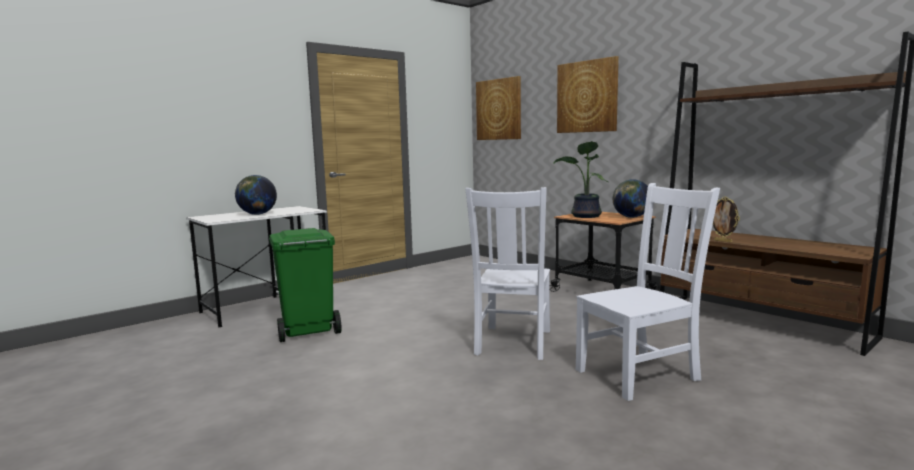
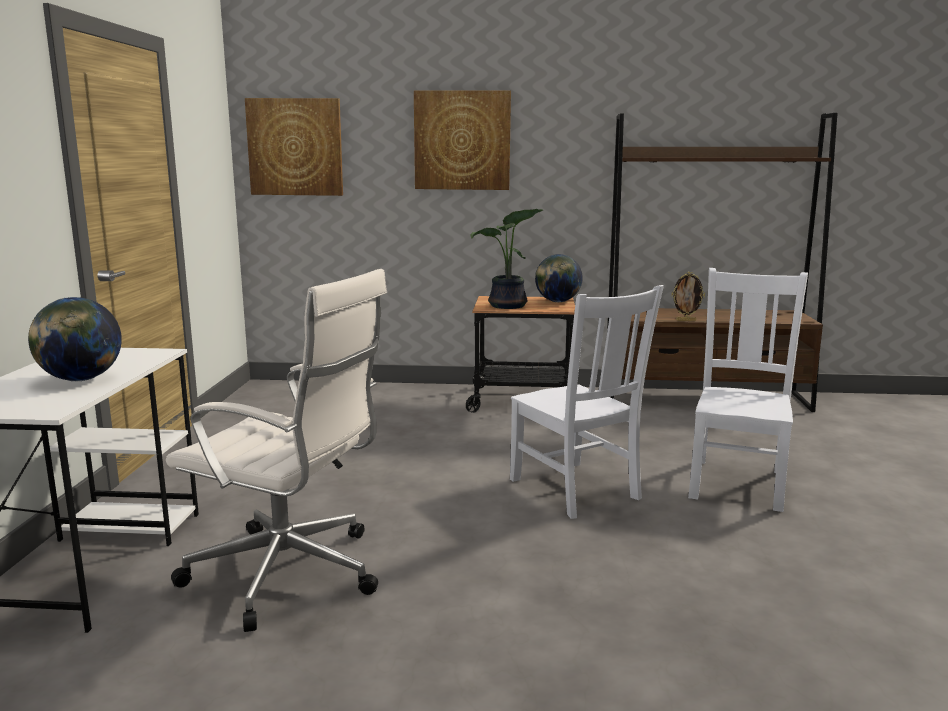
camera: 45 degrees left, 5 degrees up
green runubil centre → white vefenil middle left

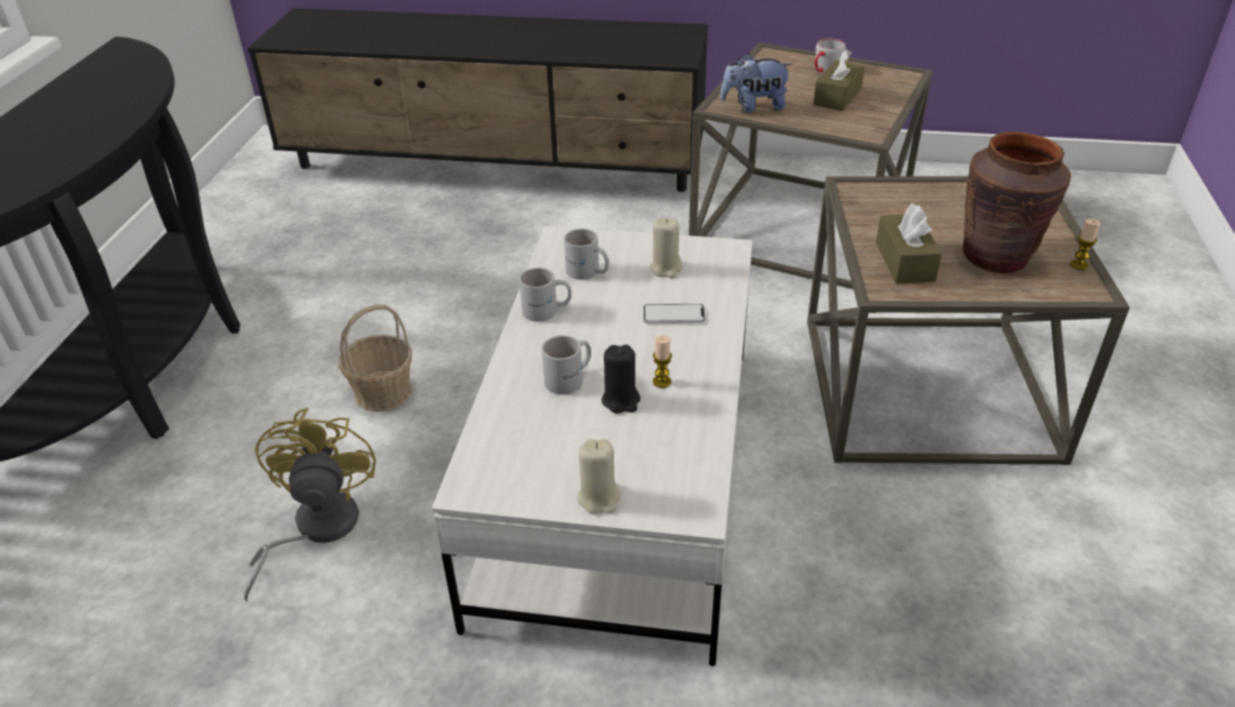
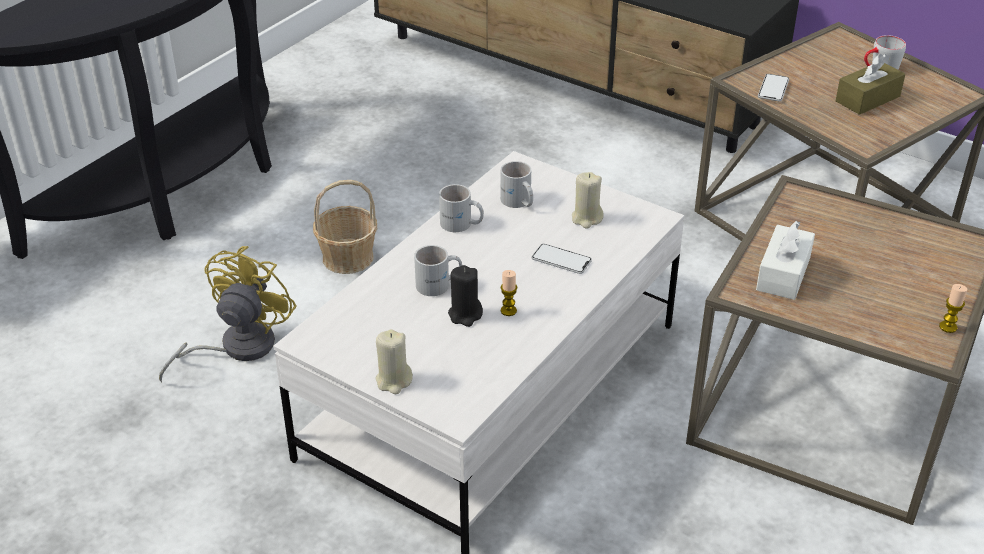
camera: 25 degrees right, 0 degrees up
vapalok top centre → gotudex (no. 2 from left) top right
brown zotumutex top right → -
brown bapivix (no. 2 from left) middle right → white bapivix middle right

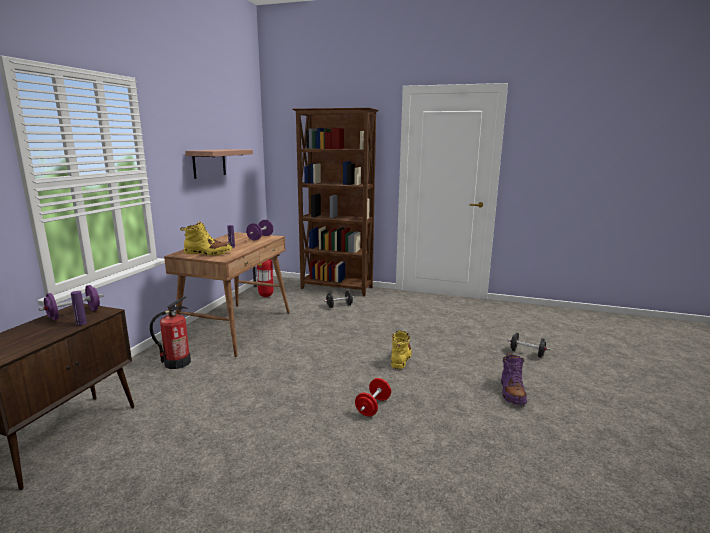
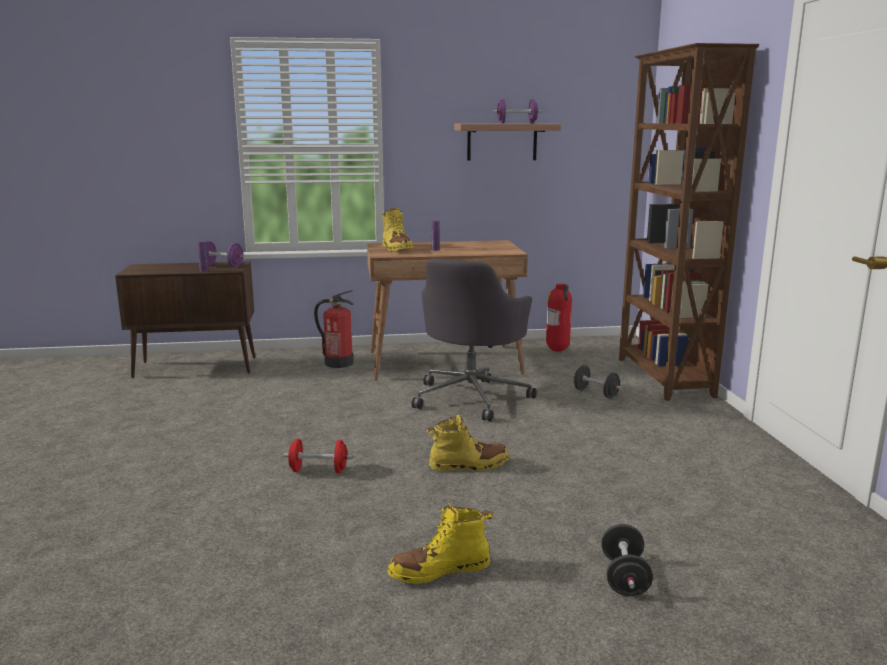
camera: 65 degrees right, 0 degrees up
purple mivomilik (no. 2 from left) centre → purple mivomilik (no. 2 from left) top centre, shifted
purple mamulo bottom right → yellow mamulo (no. 2 from left) bottom centre
- → grey vefenil centre

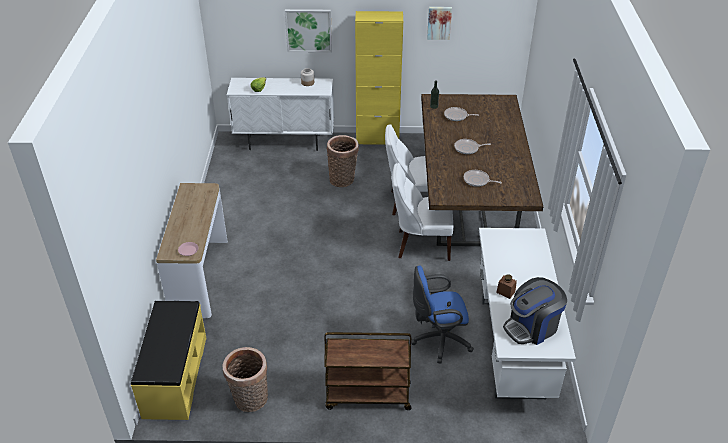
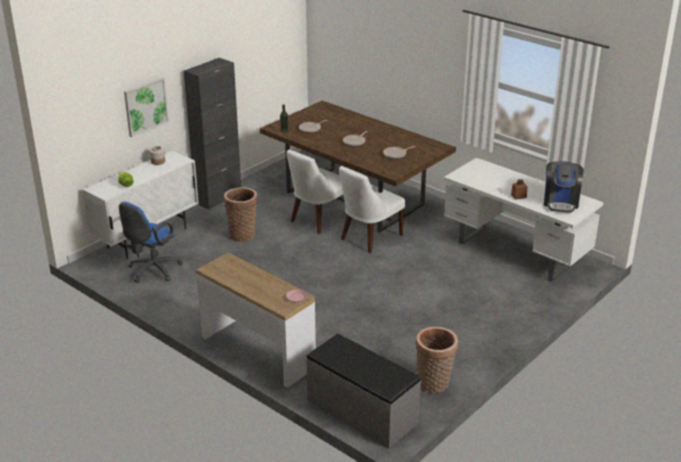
camera: 50 degrees left, 10 degrees down
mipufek (no. 2 from left) top centre → -
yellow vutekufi top centre → black vutekufi top left
blue vefenil bottom centre → blue vefenil middle left, shifted
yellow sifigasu bottom left → grey sifigasu bottom centre
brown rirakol bottom centre → -

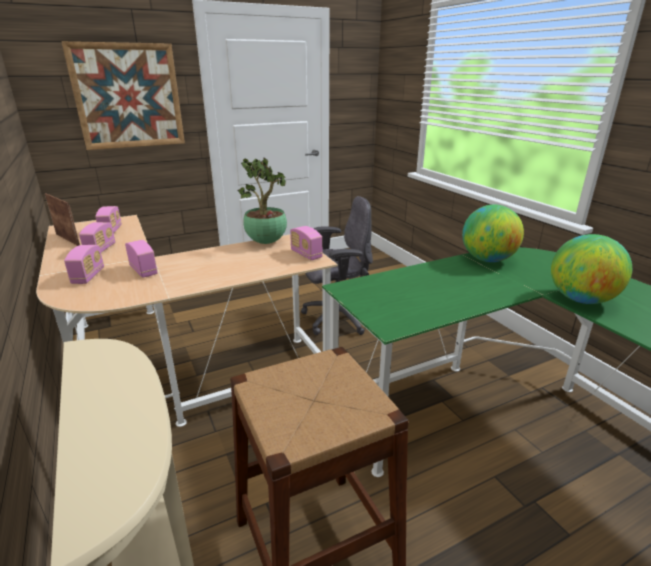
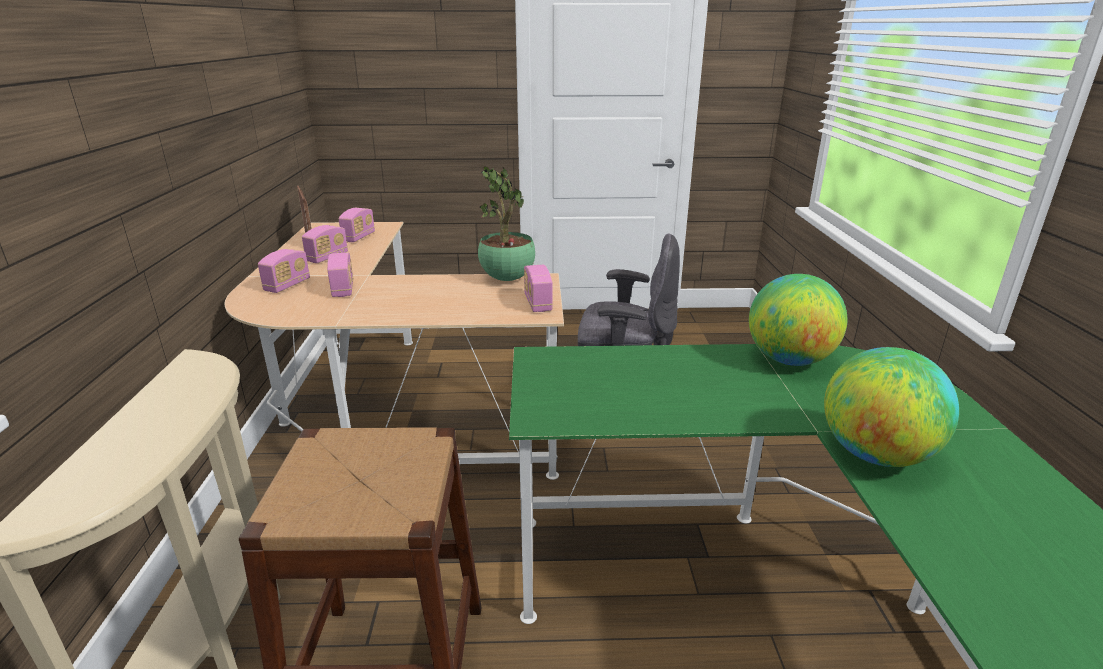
camera: 25 degrees right, 0 degrees up
mipufek top left → -

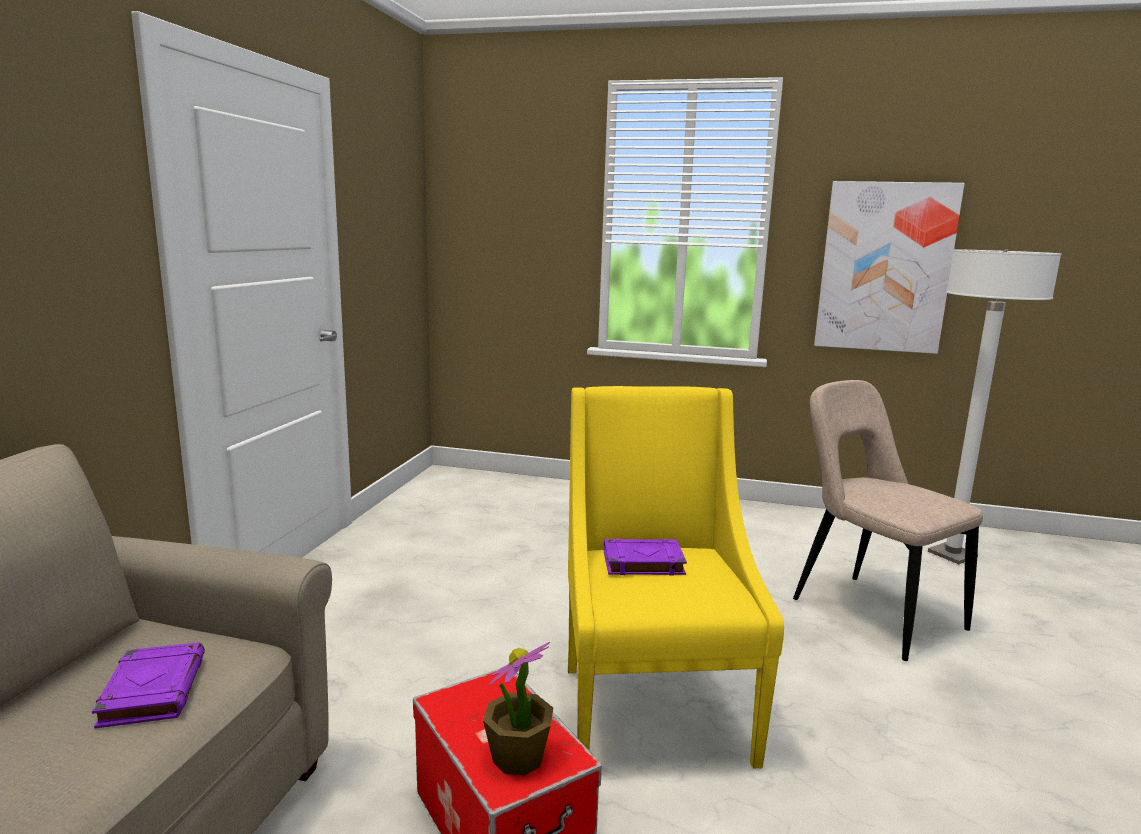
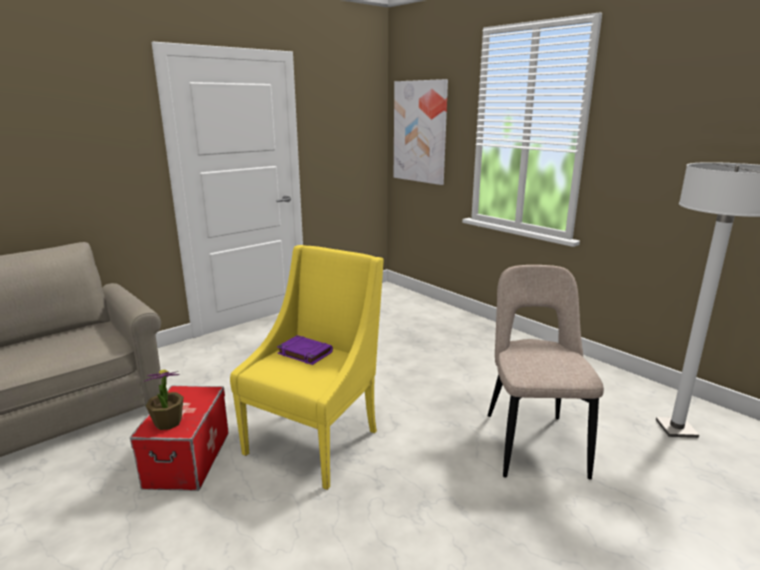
camera: 35 degrees right, 5 degrees up
mipufek top right → mipufek top centre, shifted
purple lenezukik (no. 1 from left) bottom left → -

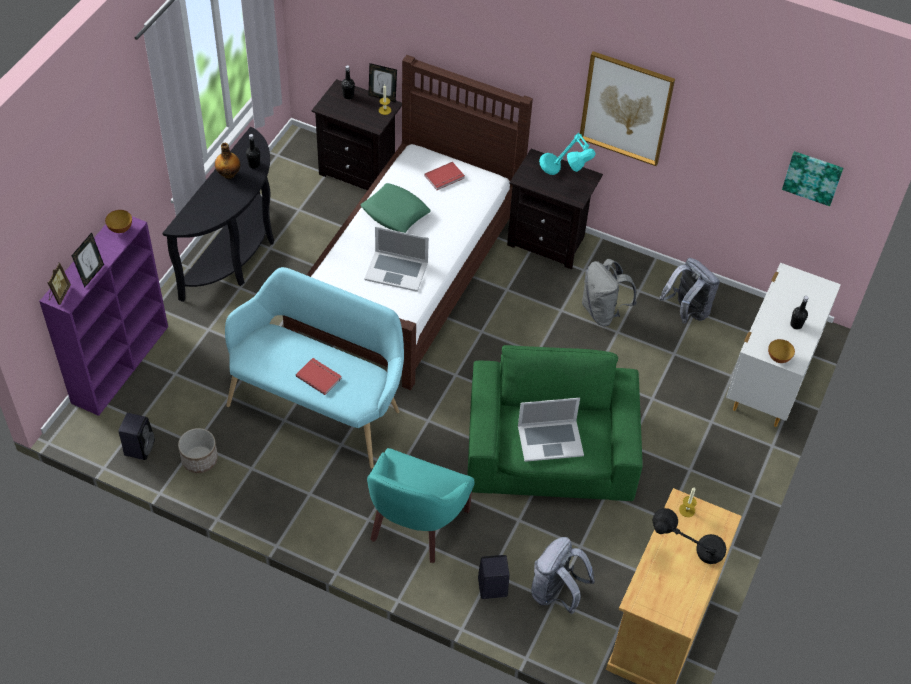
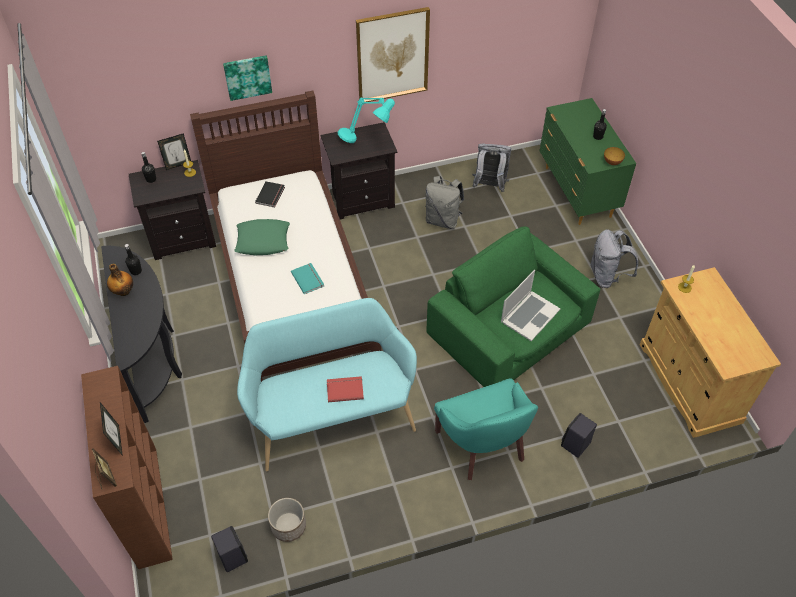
camera: 40 degrees left, 0 degrees up
mipufek (no. 2 from left in the first image) top right → mipufek (no. 1 from left) top left, shifted
red lenezukik (no. 2 from left) top centre → black lenezukik top centre
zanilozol (no. 1 from left) top left → -
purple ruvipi middle left → brown ruvipi bottom left
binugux (no. 1 from left) centre → turquoise lenezukik centre
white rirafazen middle right → green rirafazen top right
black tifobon bottom right → -
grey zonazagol (no. 1 from left in the first image) bottom centre → grey zonazagol (no. 3 from left) middle right, shifted

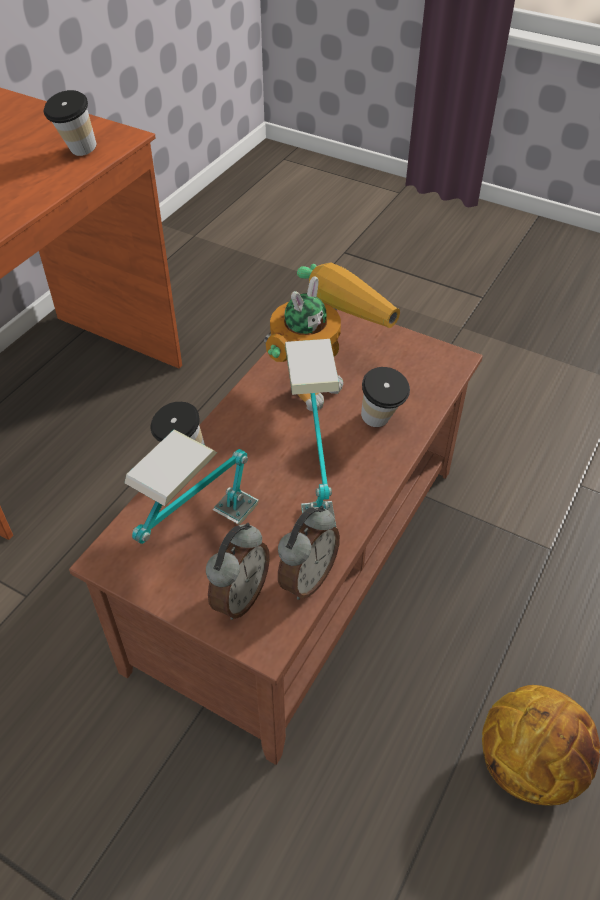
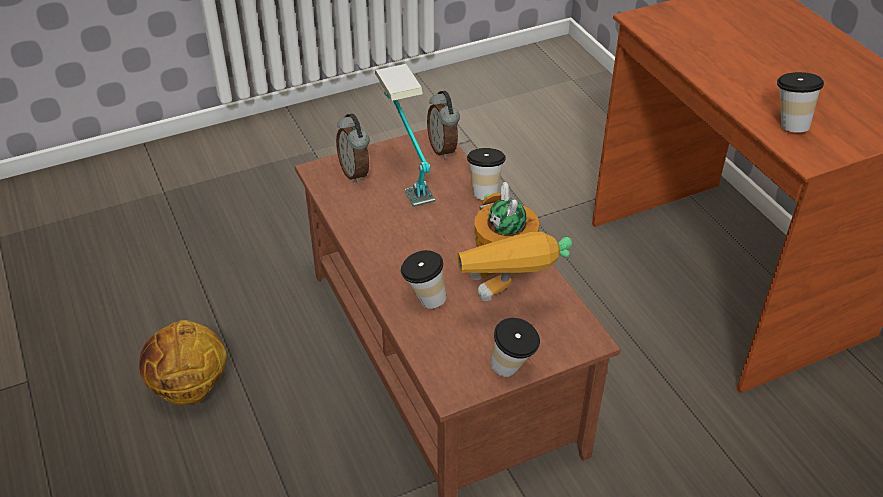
camera: 125 degrees right, 5 degrees down
tifobon (no. 2 from left) centre → -
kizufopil (no. 2 from left) centre → kizufopil (no. 2 from left) top centre, shifted
- → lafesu (no. 3 from left) bottom centre

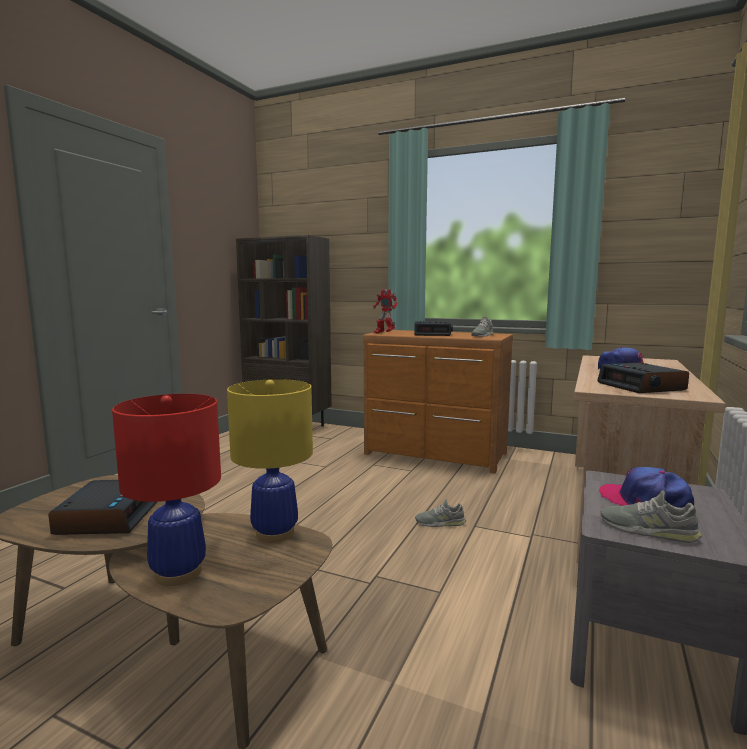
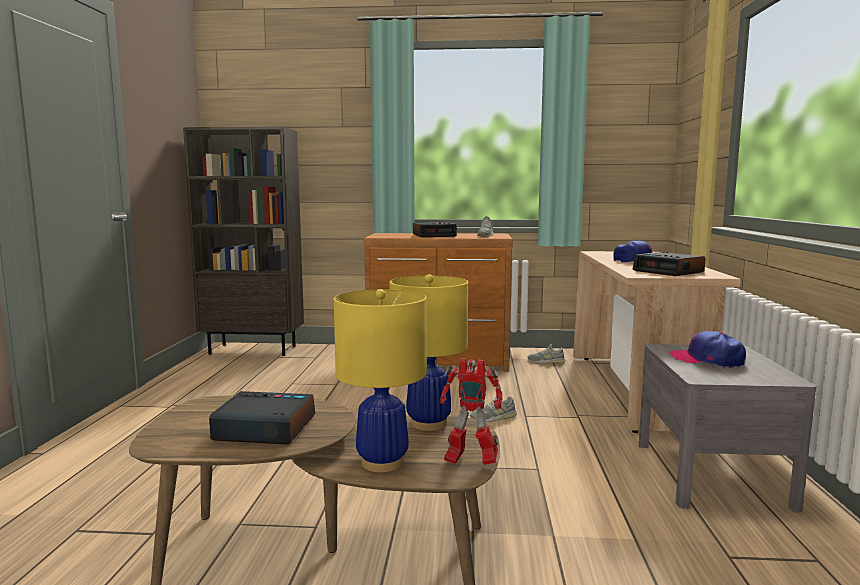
camera: 20 degrees left, 0 degrees up
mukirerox centre → mukirerox bottom centre, shifted
red tifobon middle left → yellow tifobon (no. 1 from left) centre
kizufopil (no. 1 from left) bottom left, 60 degrees counterclockwise
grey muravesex (no. 3 from left) bottom right → grey muravesex (no. 3 from left) centre, shifted

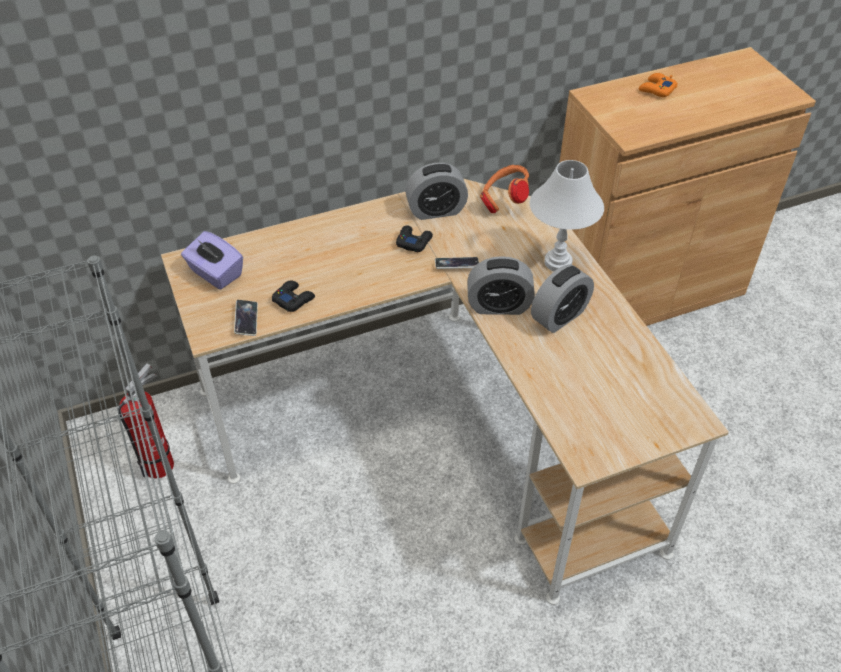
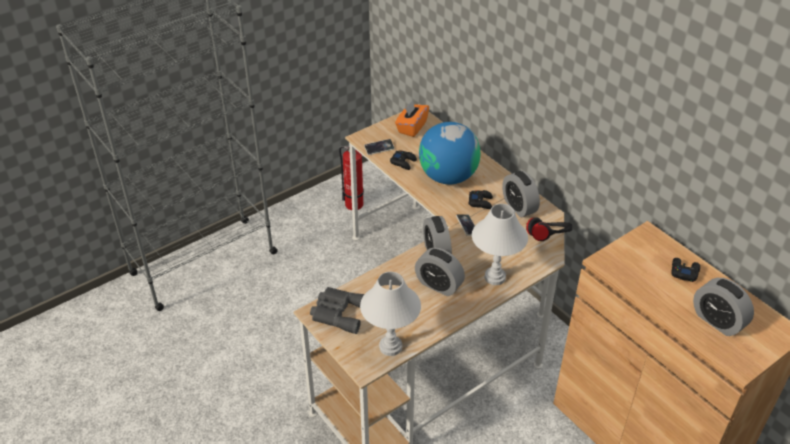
camera: 75 degrees right, 5 degrees down
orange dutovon top right → black dutovon (no. 3 from left) middle right
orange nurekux top centre → black nurekux middle right
purple bapivix middle left → orange bapivix top centre
- → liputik centre
- → white tifobon (no. 1 from left) bottom centre
- → kizufopil (no. 4 from left) bottom right
- → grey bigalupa bottom centre

